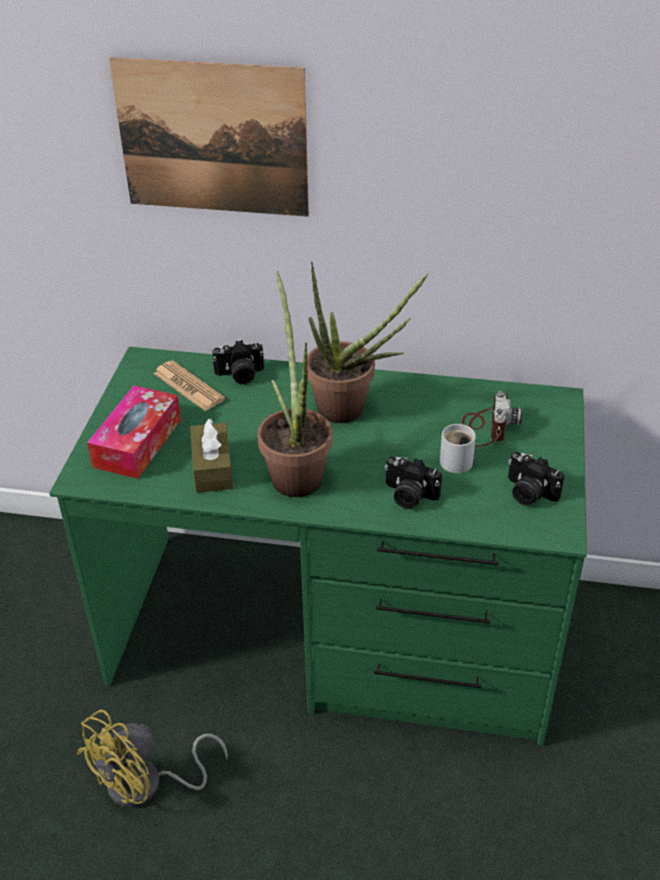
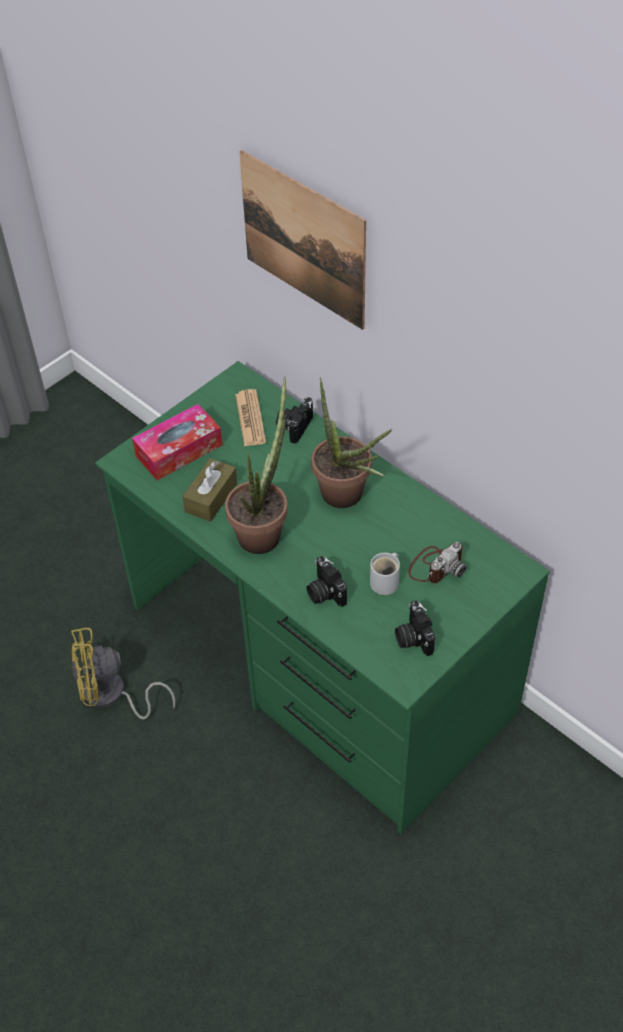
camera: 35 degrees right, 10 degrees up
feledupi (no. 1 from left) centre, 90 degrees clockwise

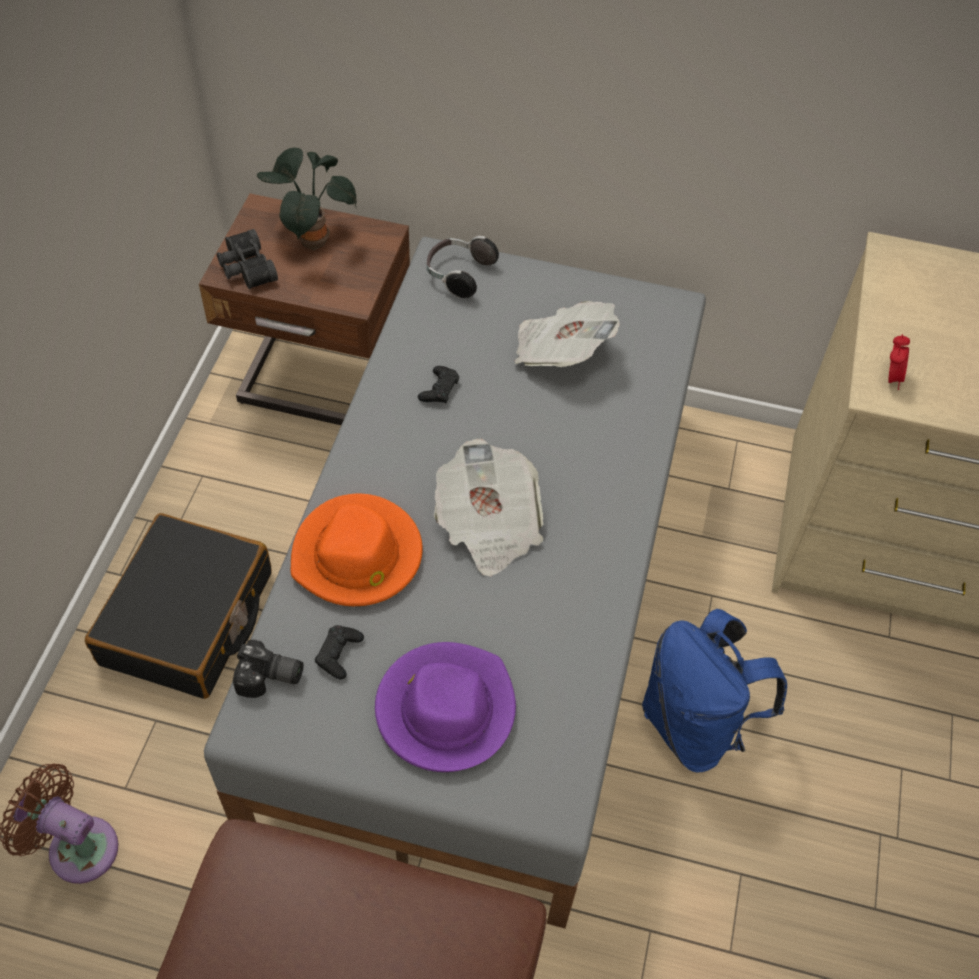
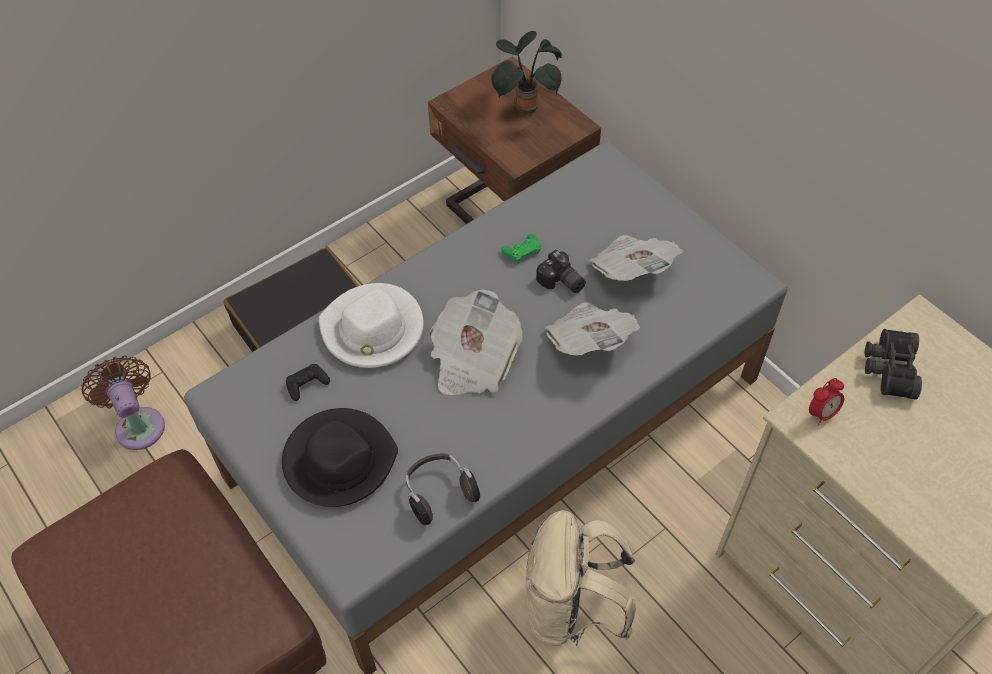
camera: 40 degrees right, 0 degrees up
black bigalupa top left → black bigalupa middle right, shifted
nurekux top centre → nurekux bottom centre, shifted
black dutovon (no. 2 from left) centre → green dutovon centre
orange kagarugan centre → white kagarugan centre
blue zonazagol bottom right → beige zonazagol bottom centre
feledupi bottom left → feledupi centre, shifted
purple kagarugan bottom centre → black kagarugan bottom centre
- → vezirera (no. 2 from left) centre

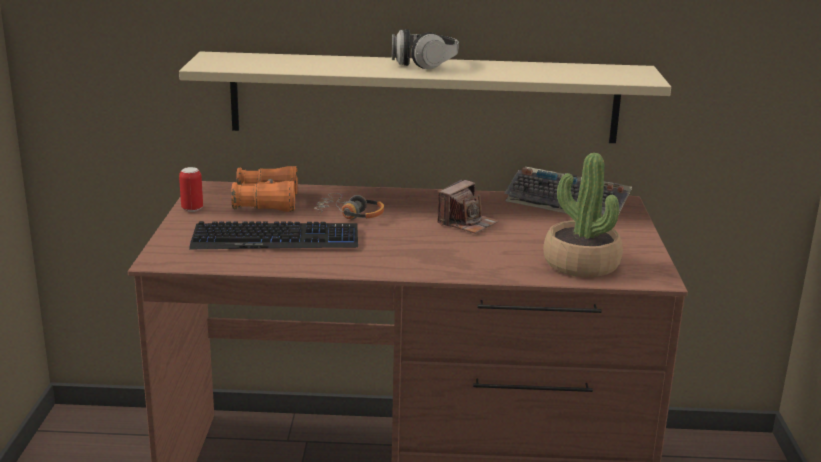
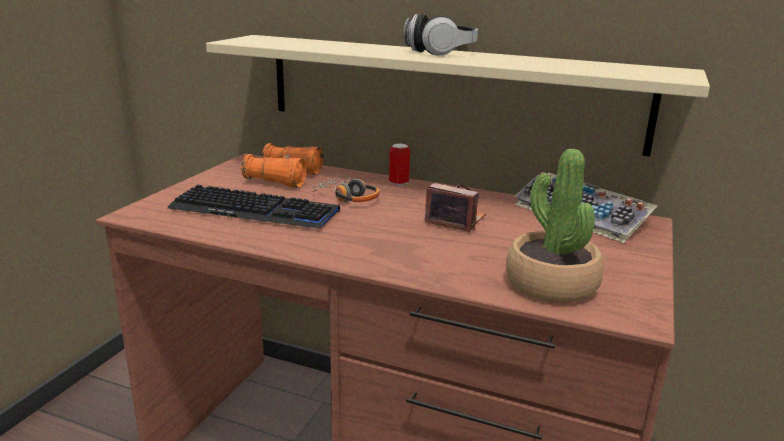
camera: 20 degrees right, 0 degrees up
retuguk middle left → retuguk centre, shifted
feledupi centre, 120 degrees counterclockwise

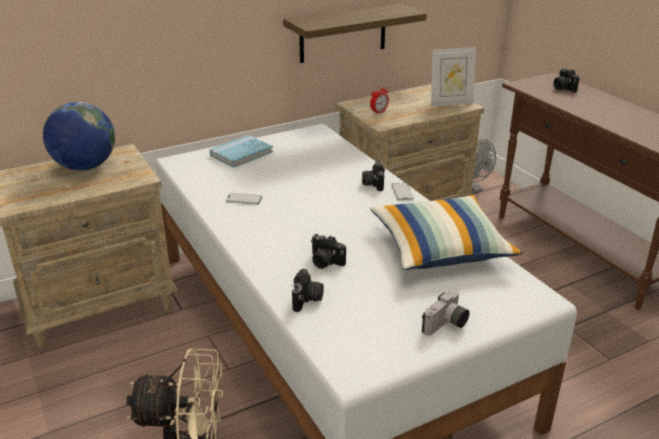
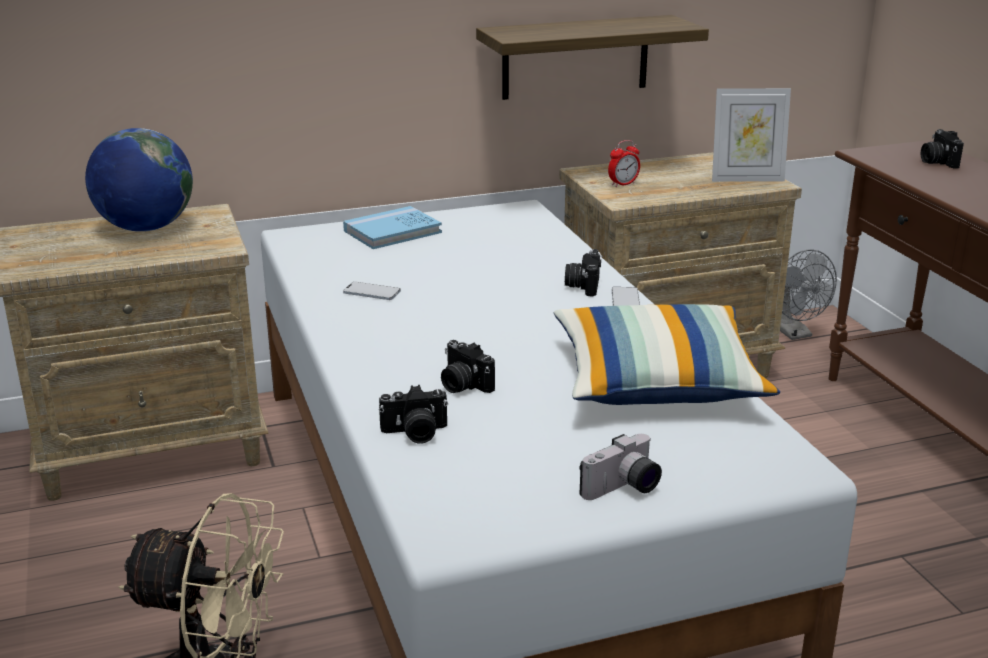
camera: 10 degrees right, 5 degrees down
feledupi (no. 1 from left) centre, 60 degrees clockwise

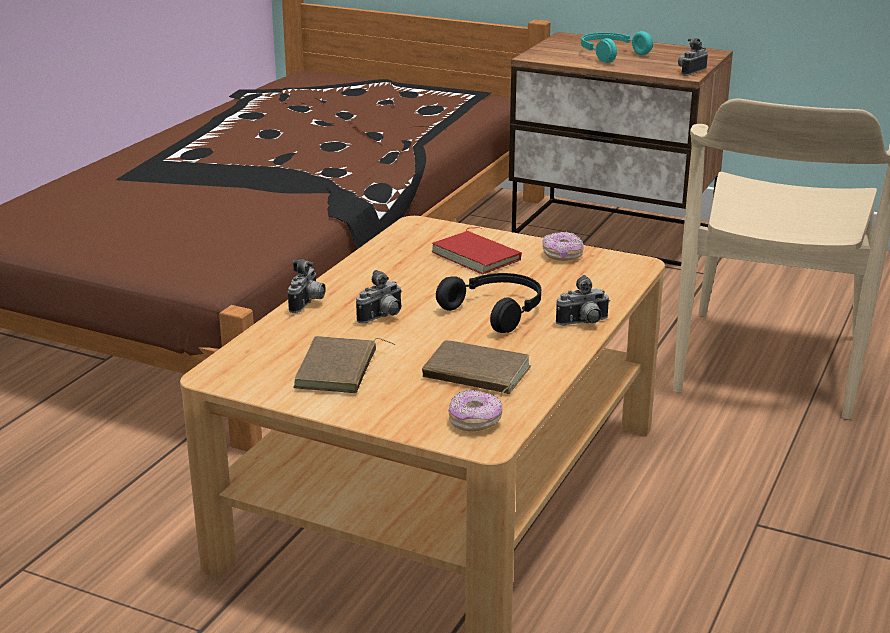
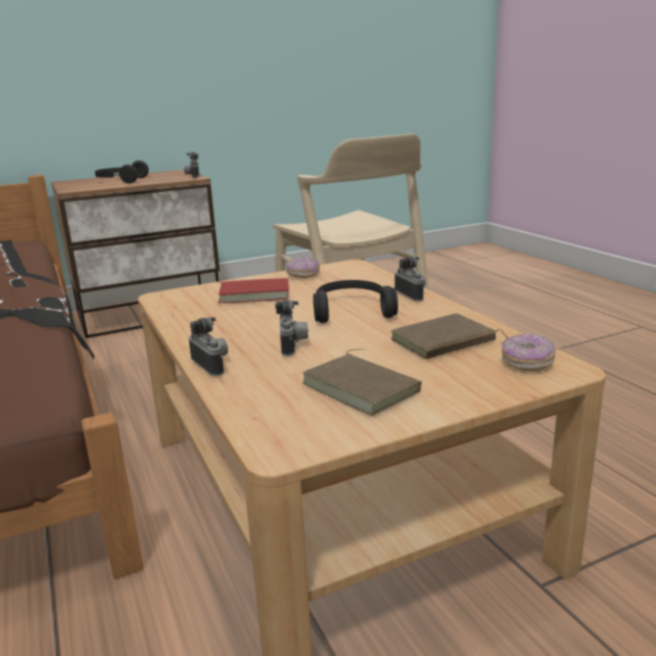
camera: 50 degrees left, 5 degrees down
turquoise nurekux top right → black nurekux (no. 1 from left) top left
feledupi (no. 3 from left in the first image) centre → feledupi (no. 4 from left) centre, 45 degrees counterclockwise

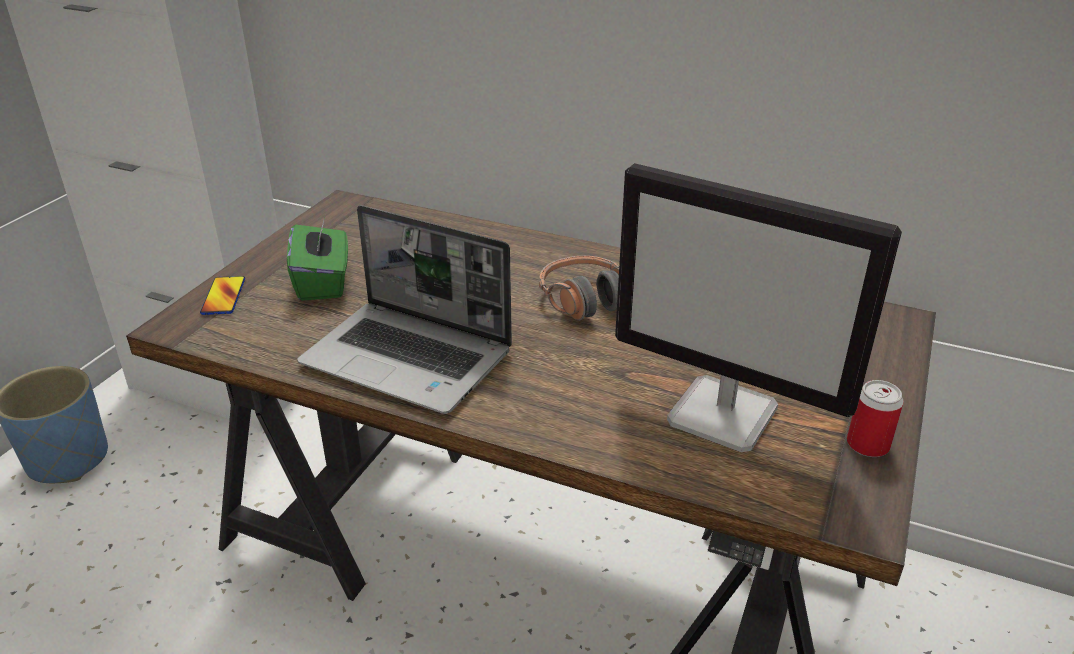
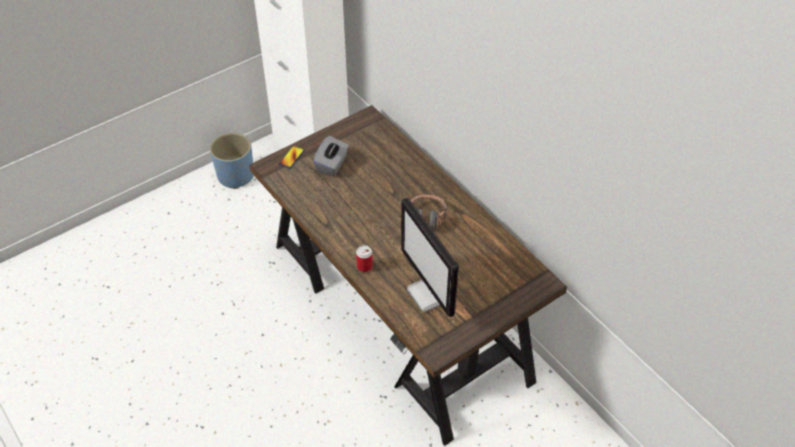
camera: 30 degrees right, 15 degrees up
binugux centre → -
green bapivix middle left → grey bapivix centre
retuguk middle right → retuguk centre, shifted

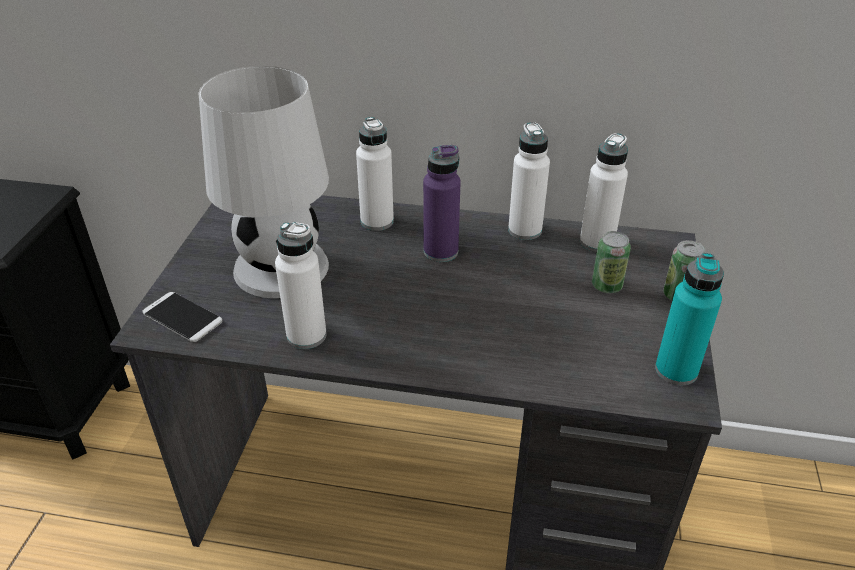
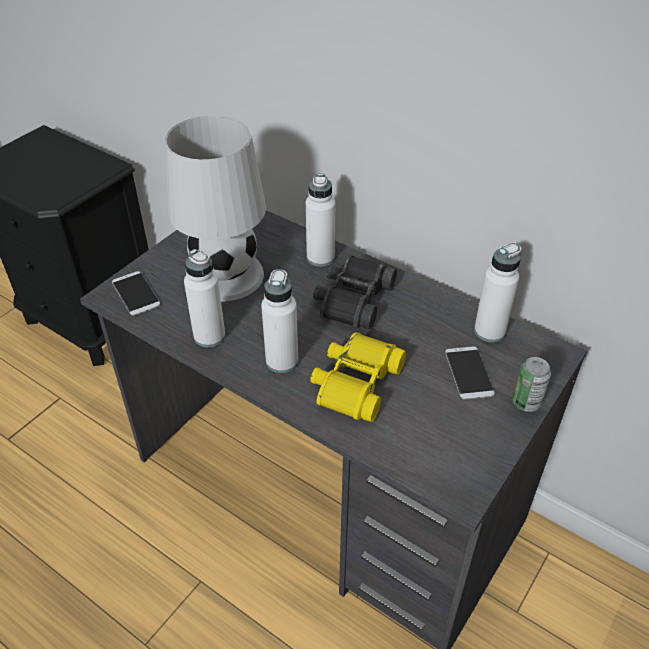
camera: 25 degrees right, 5 degrees up
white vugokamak (no. 3 from left in the first image) top centre → white vugokamak (no. 2 from left) centre, shifted
purple vugokamak centre → black bigalupa centre
retuguk (no. 1 from left) middle right → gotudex (no. 2 from left) middle right
turquoise vugokamak middle right → -
- → yellow bigalupa centre

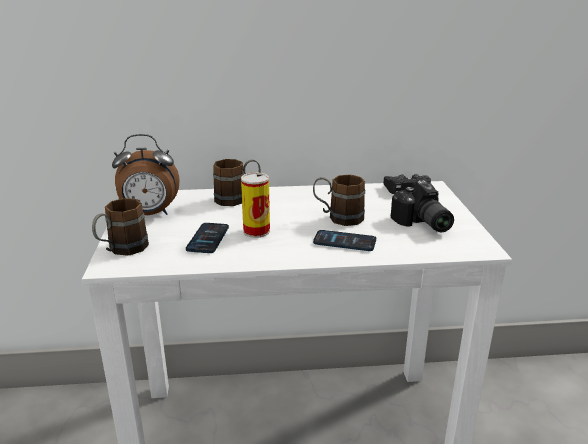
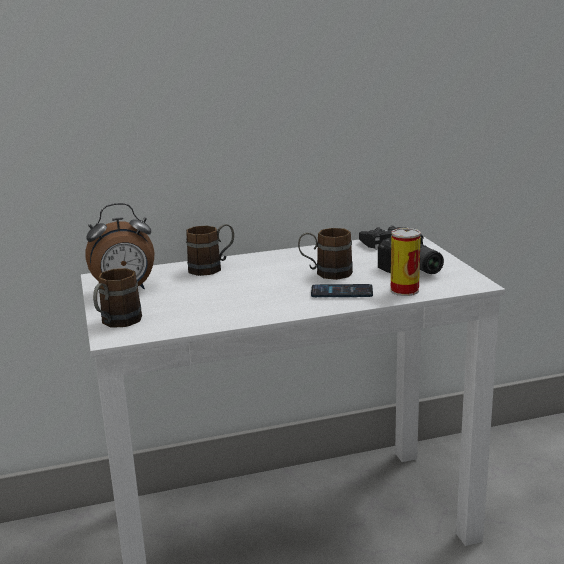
camera: 10 degrees left, 5 degrees down
retuguk centre → retuguk middle right, shifted
gotudex (no. 1 from left) centre → -

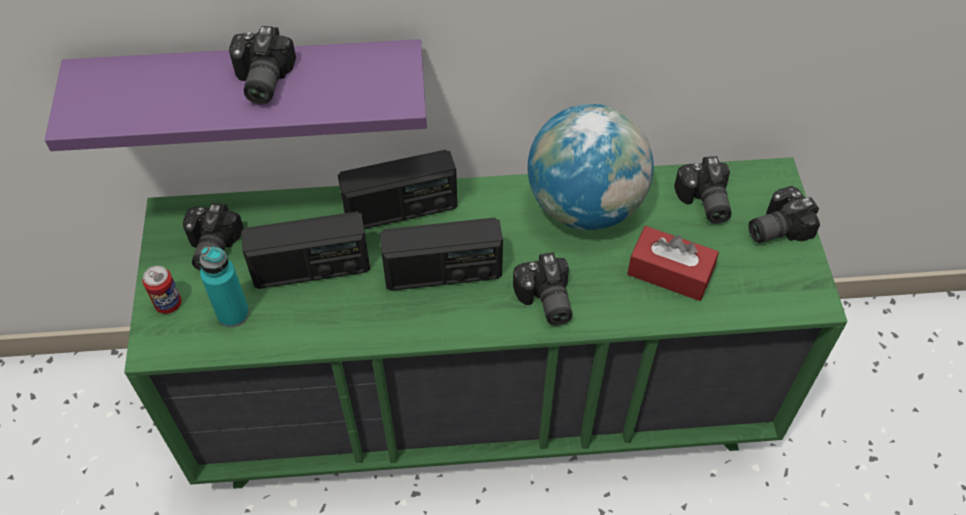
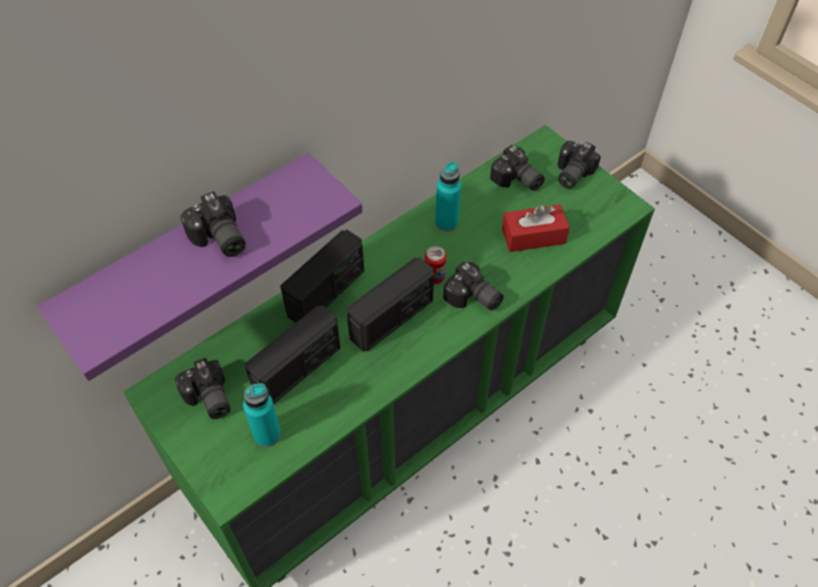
camera: 35 degrees left, 0 degrees up
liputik top centre → turquoise vugokamak (no. 2 from left) centre
retuguk middle left → retuguk centre, shifted

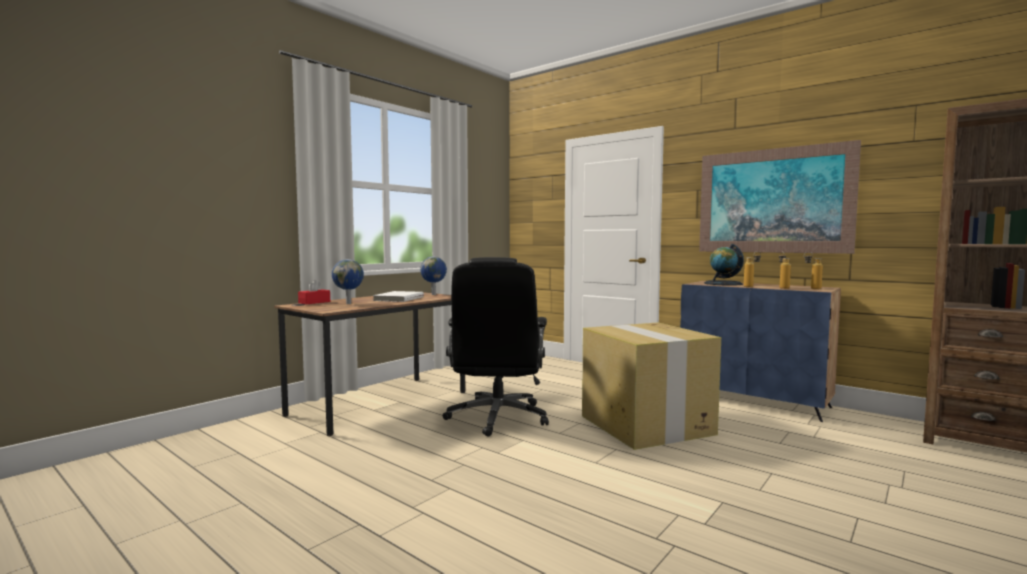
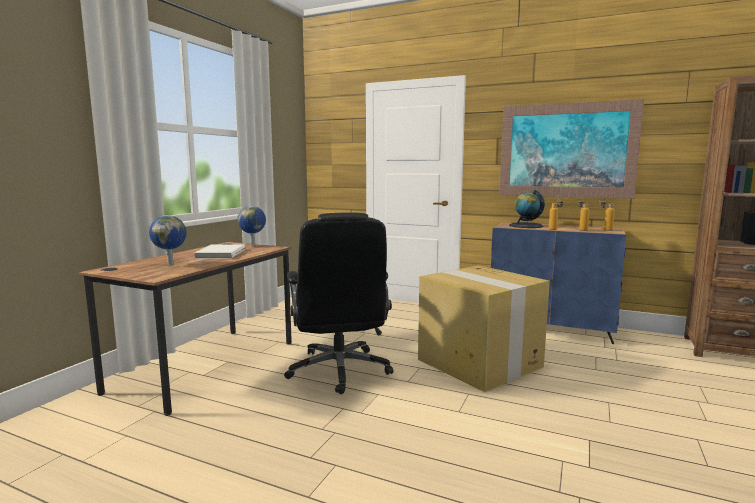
camera: 15 degrees left, 5 degrees up
red bapivix middle left → -

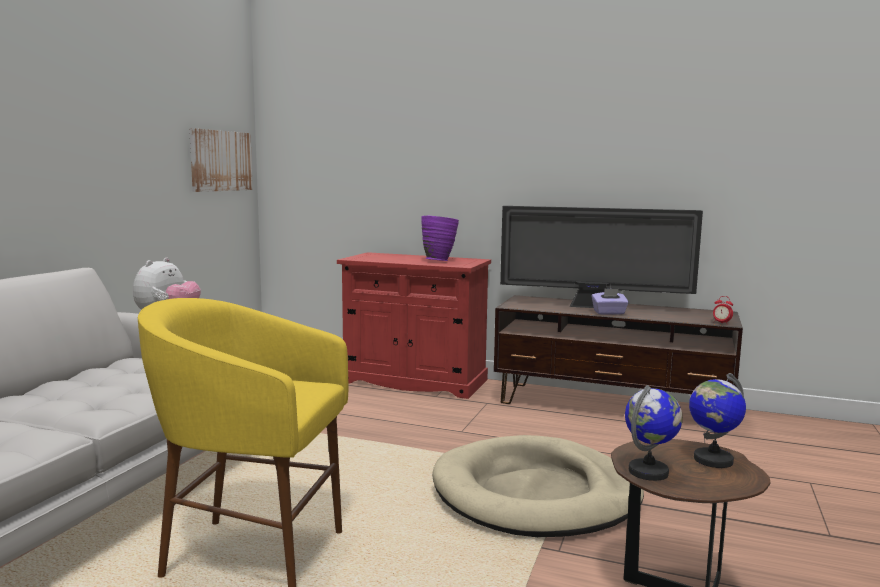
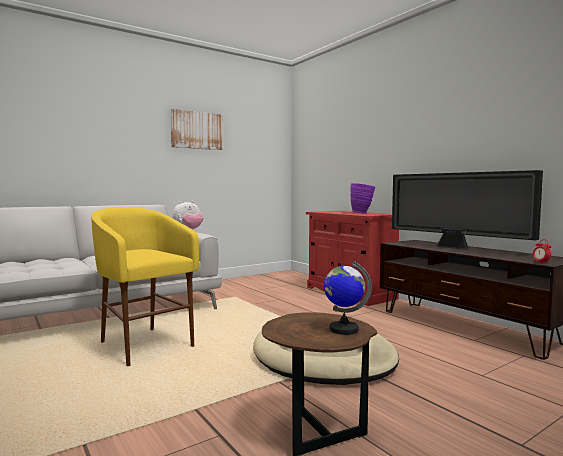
camera: 35 degrees right, 5 degrees down
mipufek top left → mipufek top centre, shifted
purple bapivix middle right → -
liputik (no. 1 from left) bottom right → -

